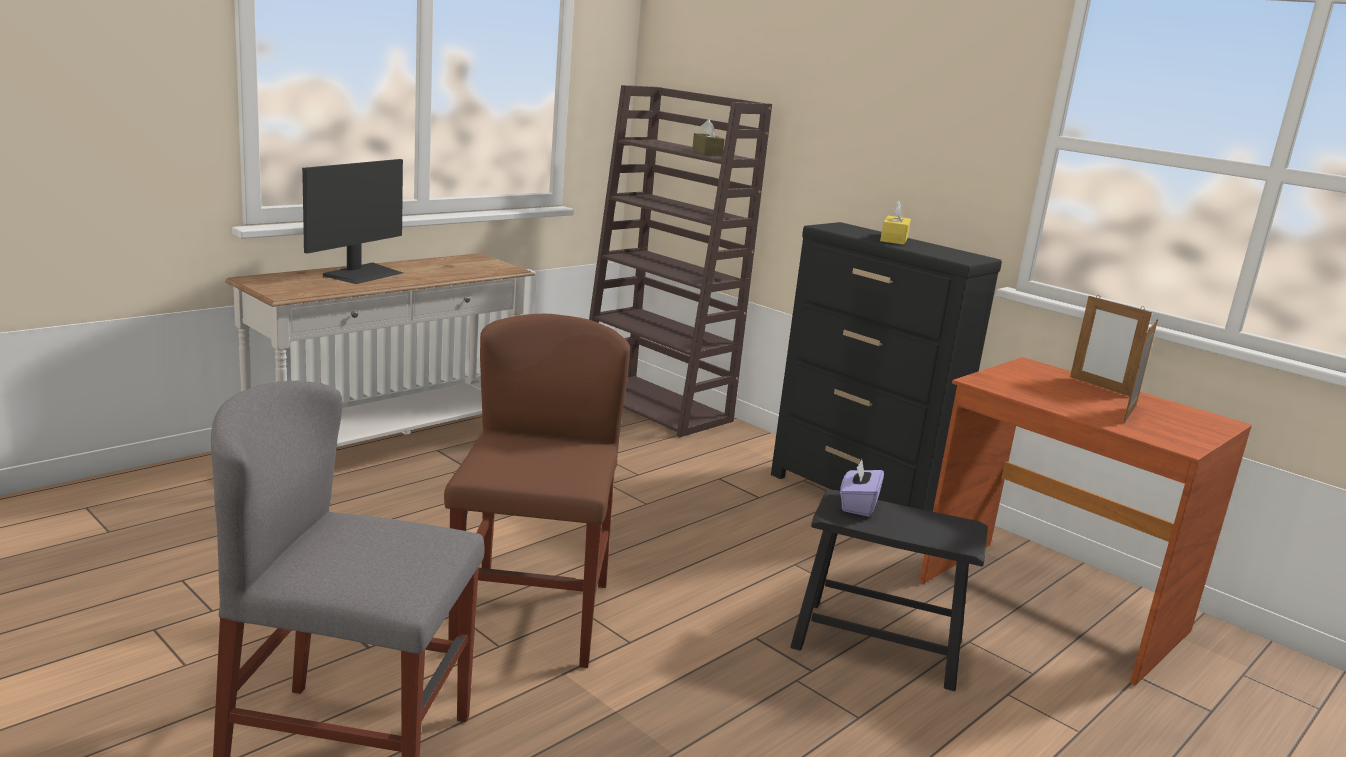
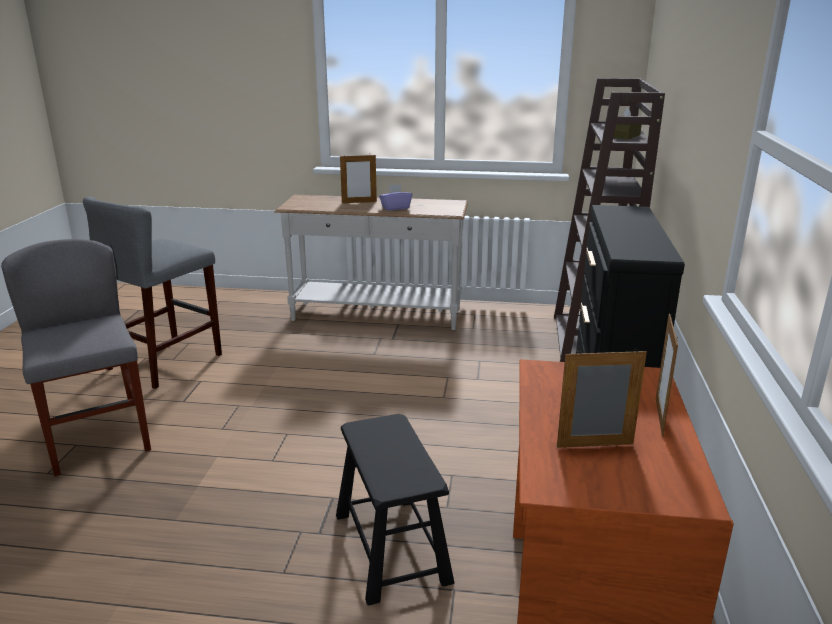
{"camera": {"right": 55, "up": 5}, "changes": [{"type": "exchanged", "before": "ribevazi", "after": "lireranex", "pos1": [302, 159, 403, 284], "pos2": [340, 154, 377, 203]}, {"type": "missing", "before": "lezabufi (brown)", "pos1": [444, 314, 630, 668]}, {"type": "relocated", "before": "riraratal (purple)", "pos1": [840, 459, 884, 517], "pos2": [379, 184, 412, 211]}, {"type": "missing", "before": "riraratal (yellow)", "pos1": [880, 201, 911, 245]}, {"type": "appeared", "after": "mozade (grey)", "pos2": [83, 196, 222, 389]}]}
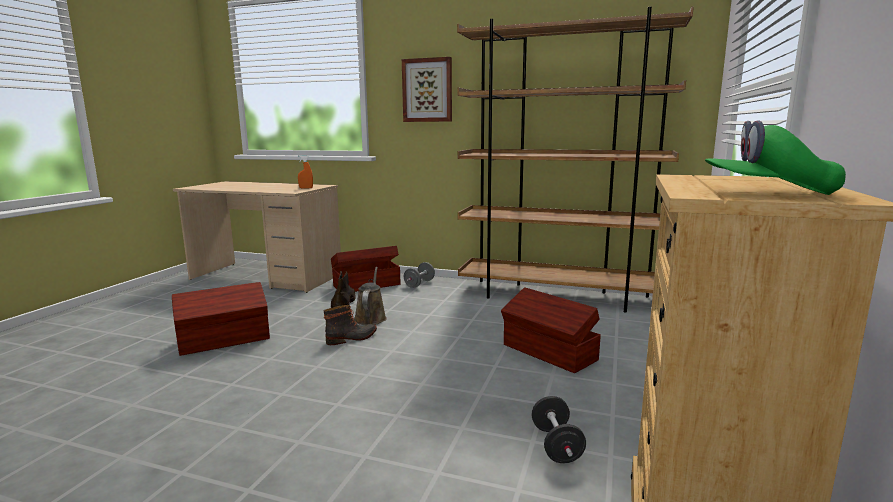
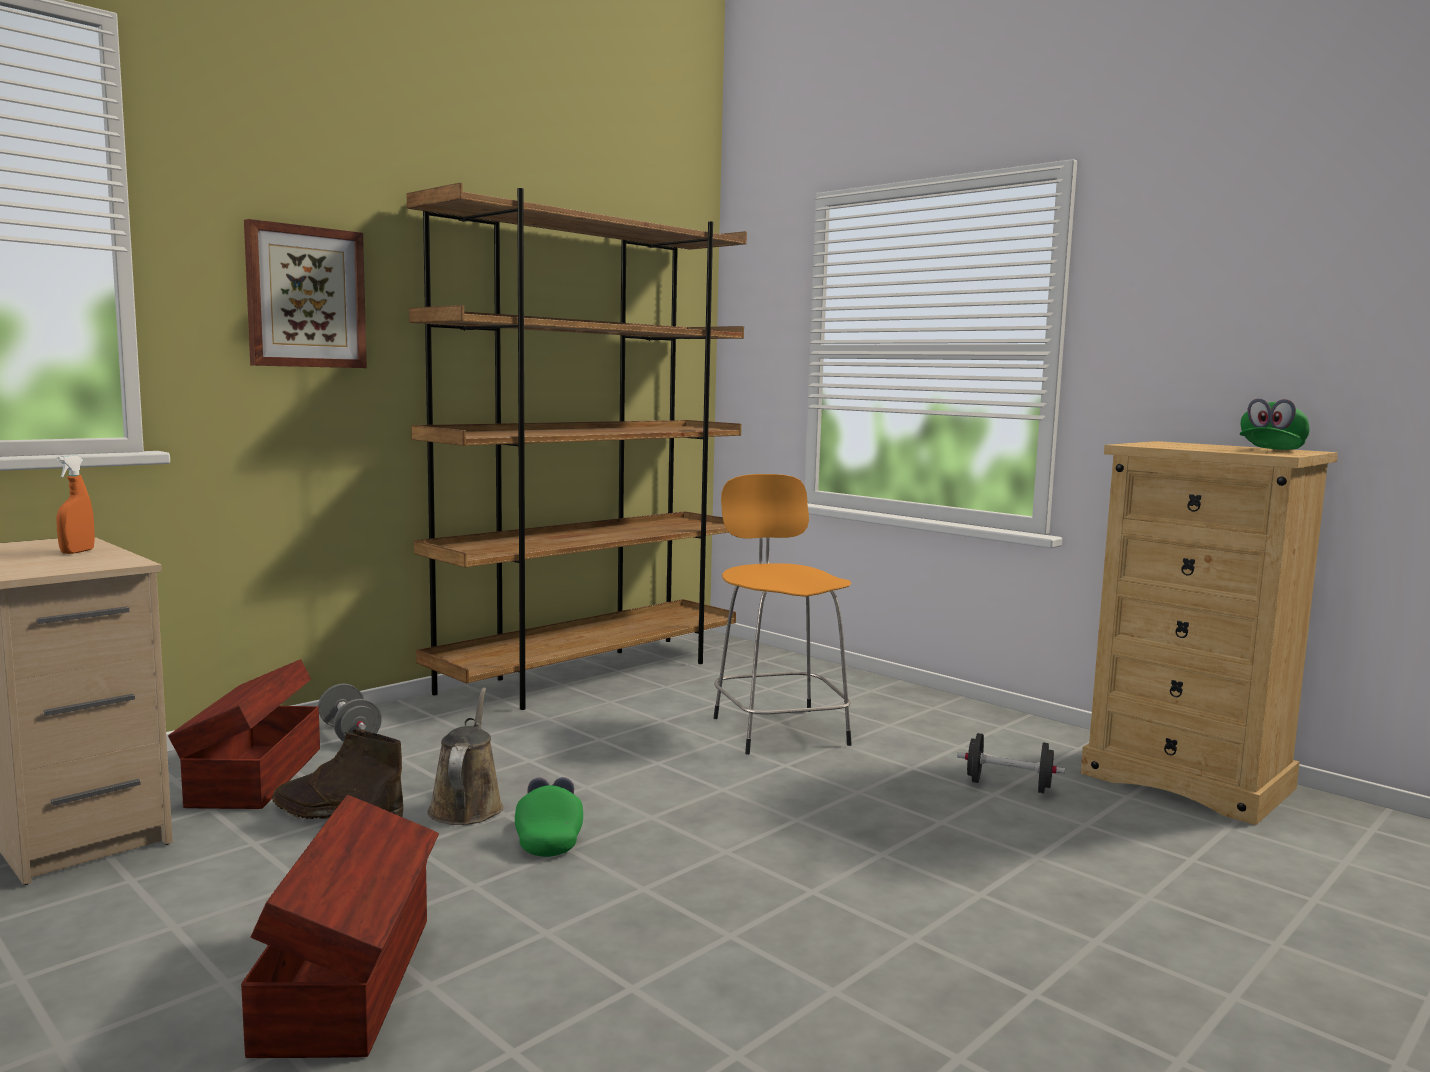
{"camera": {"right": -65, "up": -5}, "changes": [{"type": "exchanged", "before": "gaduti", "after": "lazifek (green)", "pos1": [324, 305, 377, 345], "pos2": [515, 777, 583, 857]}, {"type": "spun", "before": "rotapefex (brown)", "pos1": [354, 267, 387, 325], "pos2": [428, 688, 503, 825], "turn": 60}, {"type": "exchanged", "before": "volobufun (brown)", "after": "mozade (orange)", "pos1": [501, 287, 601, 373], "pos2": [714, 474, 852, 755]}]}
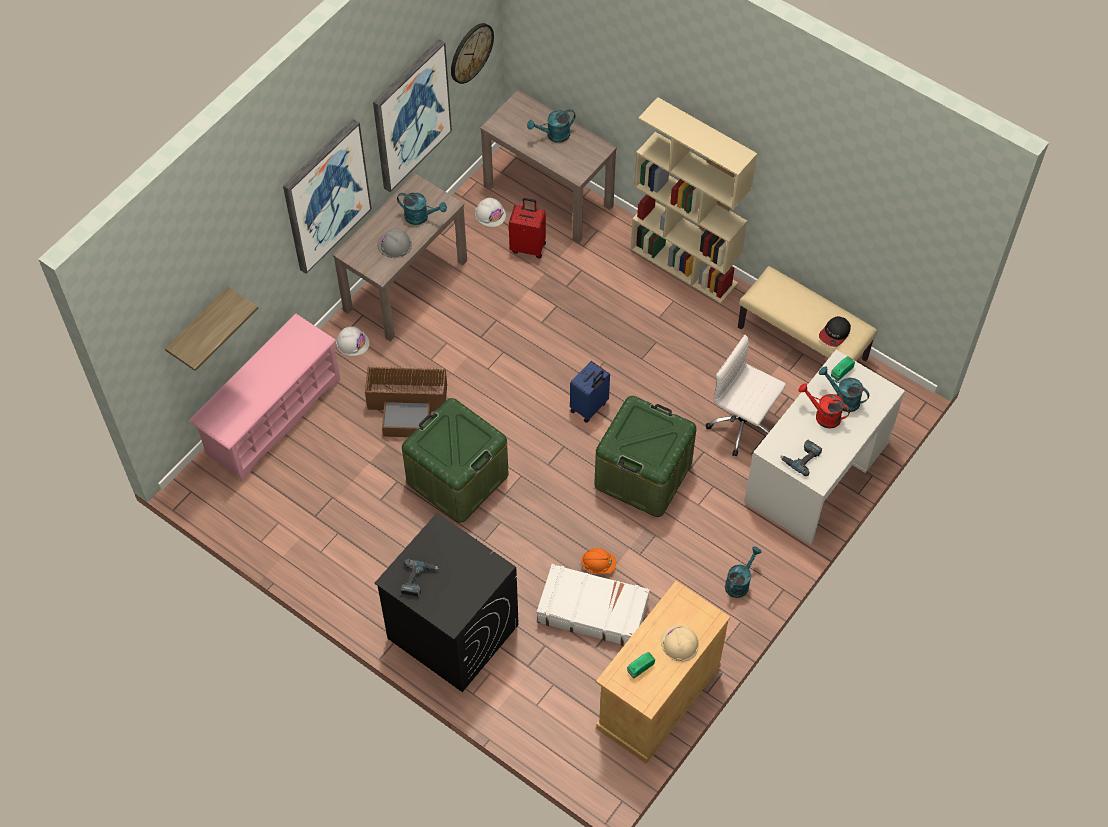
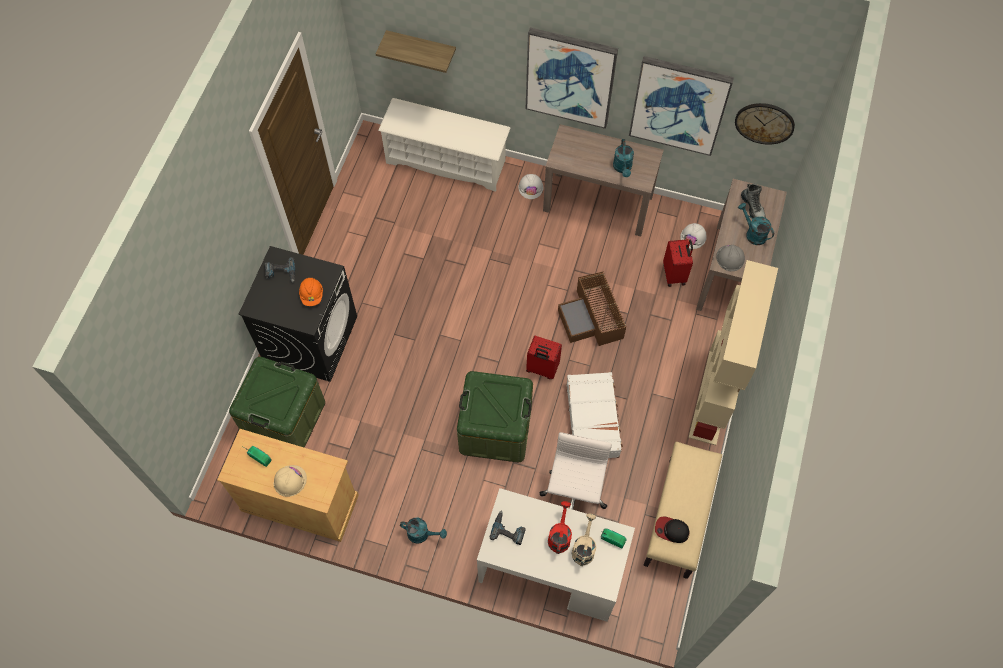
{"camera": {"right": 70, "up": 5}, "changes": [{"type": "colour", "before": "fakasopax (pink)", "after": "fakasopax (white)", "pos1": [189, 314, 341, 482], "pos2": [378, 98, 510, 192]}, {"type": "relocated", "before": "volobufun (brown)", "pos1": [365, 367, 447, 437], "pos2": [558, 271, 626, 346]}, {"type": "relocated", "before": "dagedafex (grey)", "pos1": [377, 229, 412, 258], "pos2": [716, 245, 745, 271]}, {"type": "relocated", "before": "volobufun (green)", "pos1": [402, 398, 508, 522], "pos2": [229, 357, 325, 448]}, {"type": "relocated", "before": "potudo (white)", "pos1": [537, 564, 650, 646], "pos2": [566, 372, 623, 458]}, {"type": "colour", "before": "potudo (blue)", "after": "potudo (red)", "pos1": [570, 361, 610, 423], "pos2": [526, 336, 562, 379]}, {"type": "relocated", "before": "dagedafex (orange)", "pos1": [581, 548, 616, 574], "pos2": [299, 278, 323, 306]}, {"type": "colour", "before": "rotapefex (turquoise)", "after": "rotapefex (beige)", "pos1": [819, 366, 869, 412], "pos2": [572, 514, 596, 566]}, {"type": "appeared", "after": "gaduti", "pos2": [741, 184, 766, 218]}]}
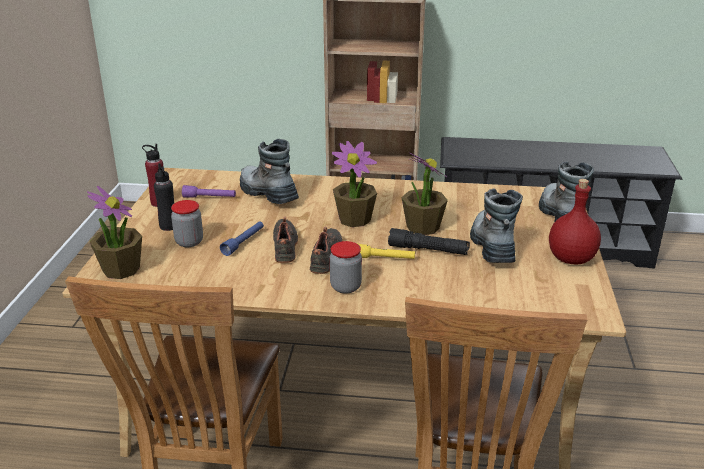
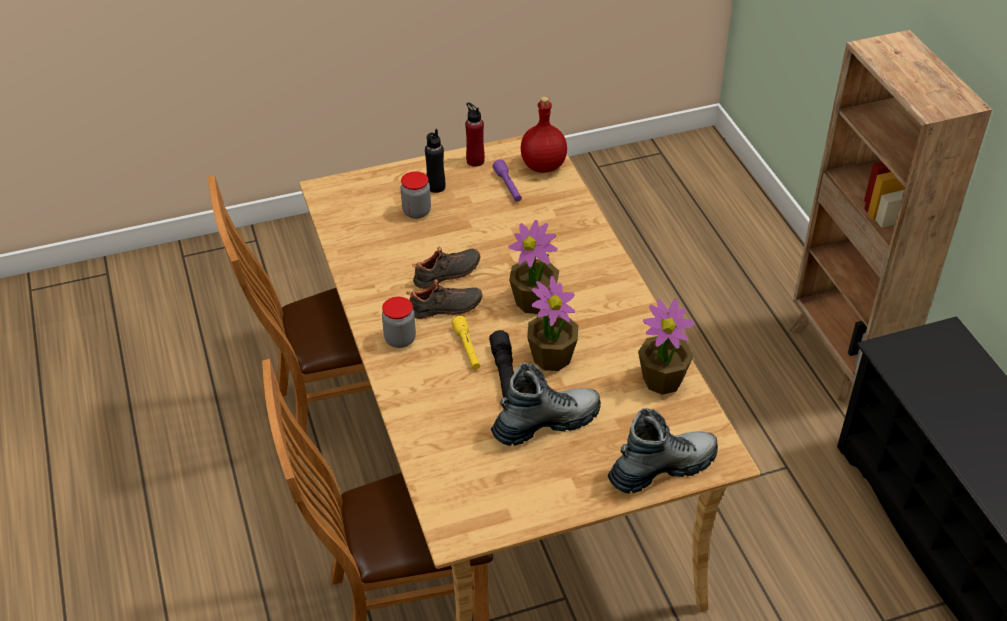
{"camera": {"right": 65, "up": 15}, "changes": [{"type": "relocated", "before": "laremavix", "pos1": [87, 186, 142, 279], "pos2": [638, 298, 695, 395]}, {"type": "missing", "before": "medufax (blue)", "pos1": [220, 221, 264, 256]}, {"type": "missing", "before": "gaduti", "pos1": [240, 139, 299, 204]}, {"type": "relocated", "before": "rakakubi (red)", "pos1": [549, 179, 601, 264], "pos2": [520, 96, 567, 173]}]}
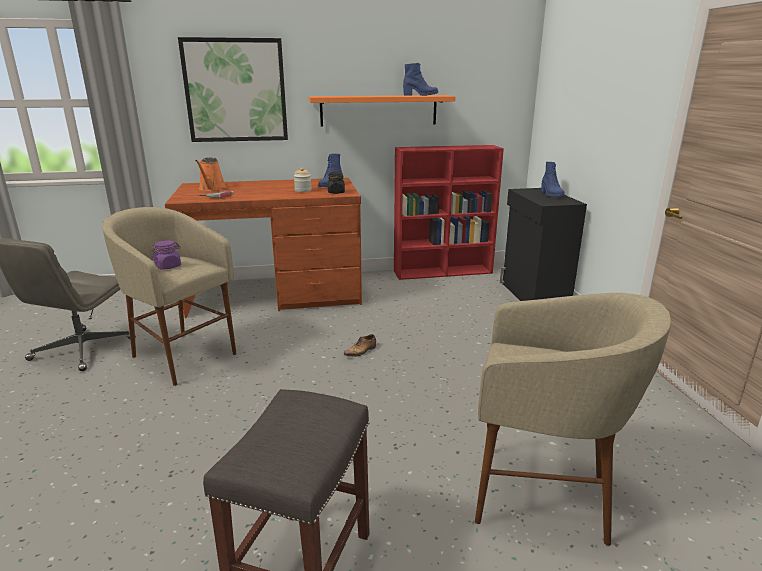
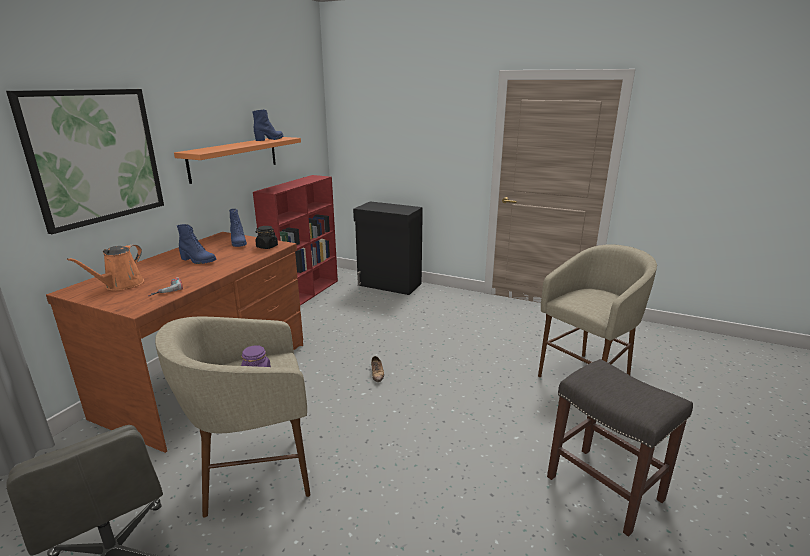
{"camera": {"right": -55, "up": 0}, "changes": [{"type": "spun", "before": "rotapefex (orange)", "pos1": [195, 157, 226, 191], "pos2": [67, 244, 144, 291], "turn": 75}, {"type": "missing", "before": "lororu", "pos1": [294, 168, 312, 192]}, {"type": "relocated", "before": "gaduti (blue)", "pos1": [541, 162, 565, 197], "pos2": [177, 224, 216, 264]}]}
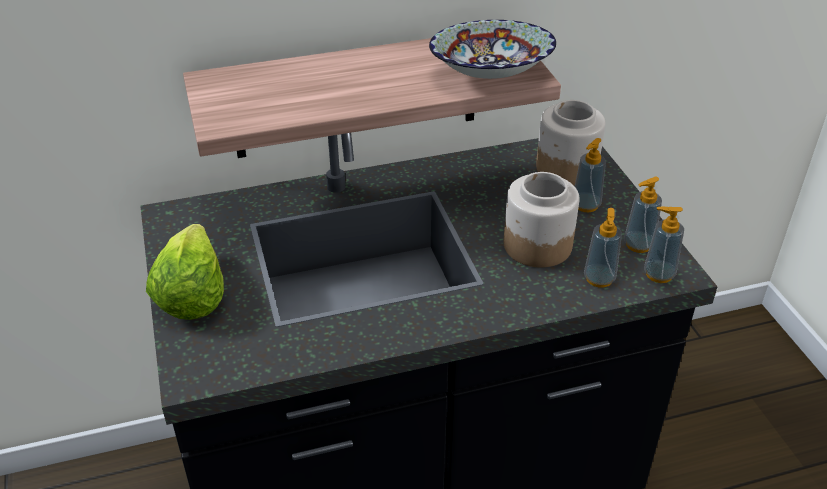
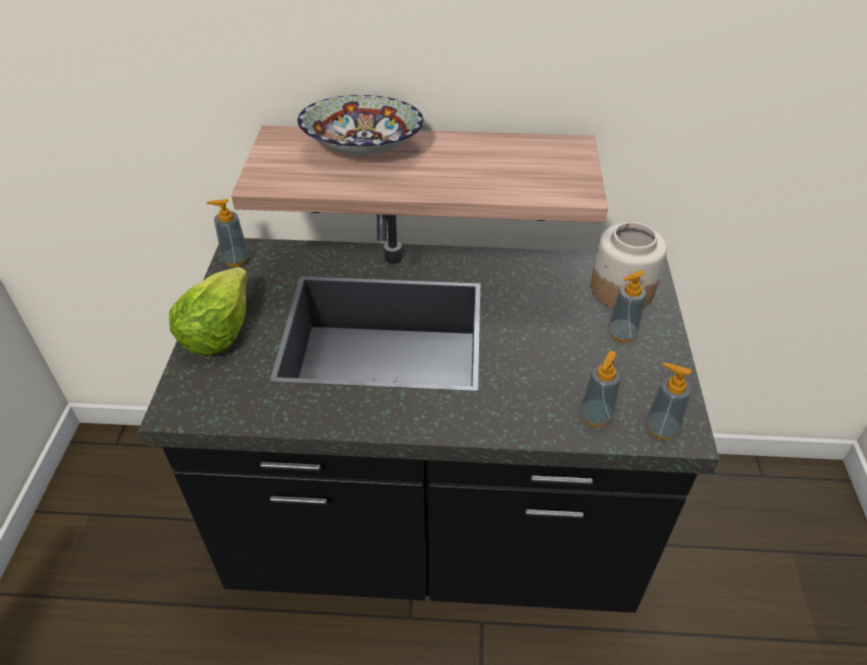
{"camera": {"right": 20, "up": 5}, "changes": [{"type": "relocated", "before": "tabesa", "pos1": [429, 20, 556, 79], "pos2": [298, 95, 424, 155]}, {"type": "missing", "before": "lororu", "pos1": [504, 172, 579, 268]}, {"type": "relocated", "before": "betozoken", "pos1": [624, 177, 662, 253], "pos2": [207, 199, 249, 267]}]}
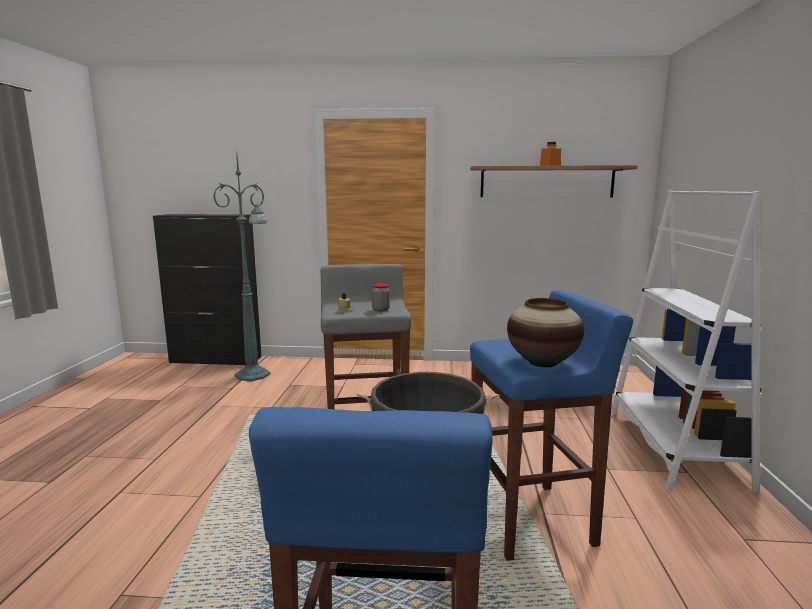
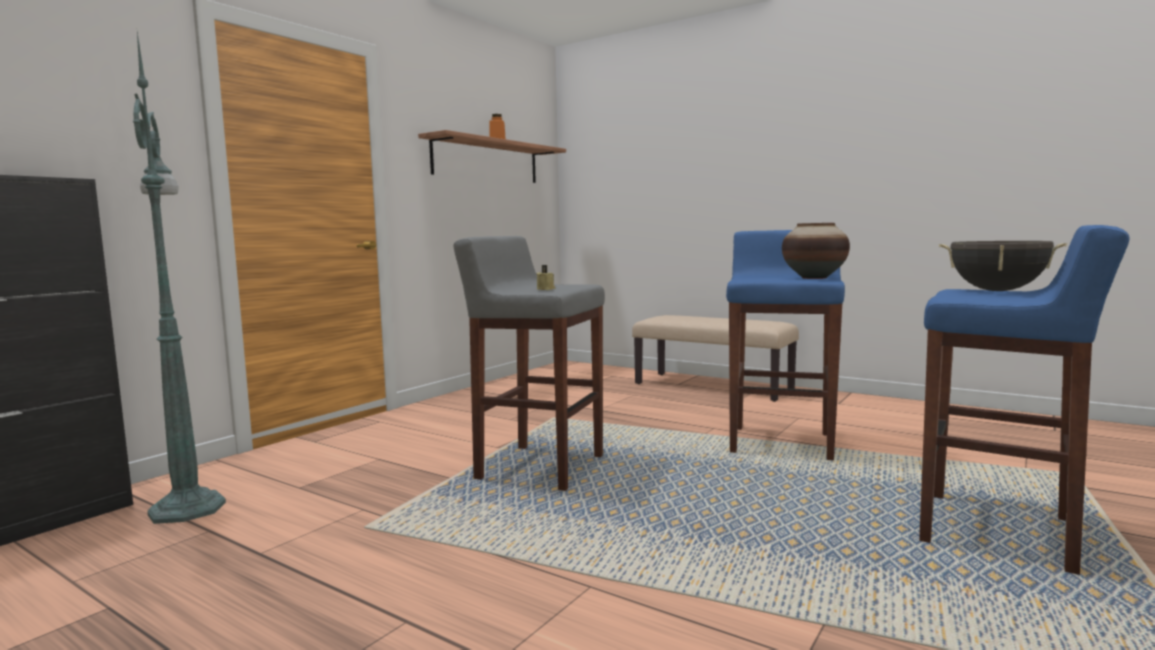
{"camera": {"right": -60, "up": -5}, "changes": [{"type": "missing", "before": "lororu", "pos1": [372, 283, 390, 311]}, {"type": "exchanged", "before": "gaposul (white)", "after": "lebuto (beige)", "pos1": [611, 190, 763, 492], "pos2": [632, 315, 799, 402]}]}
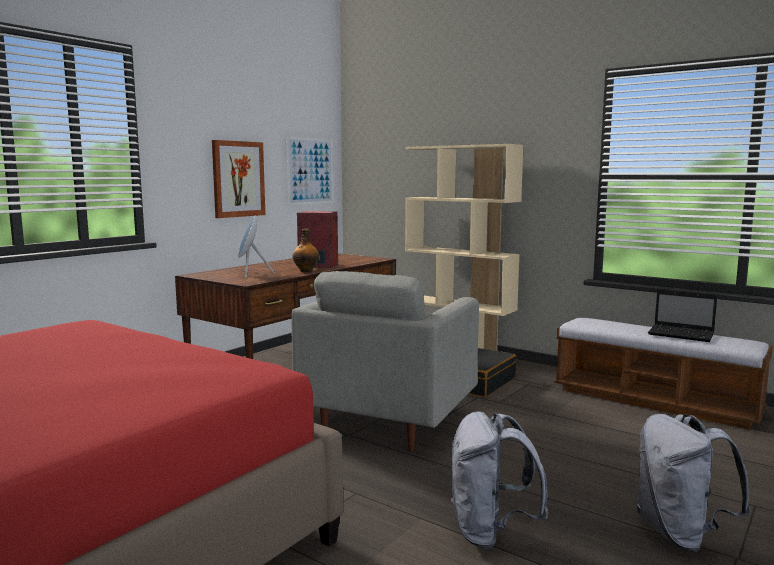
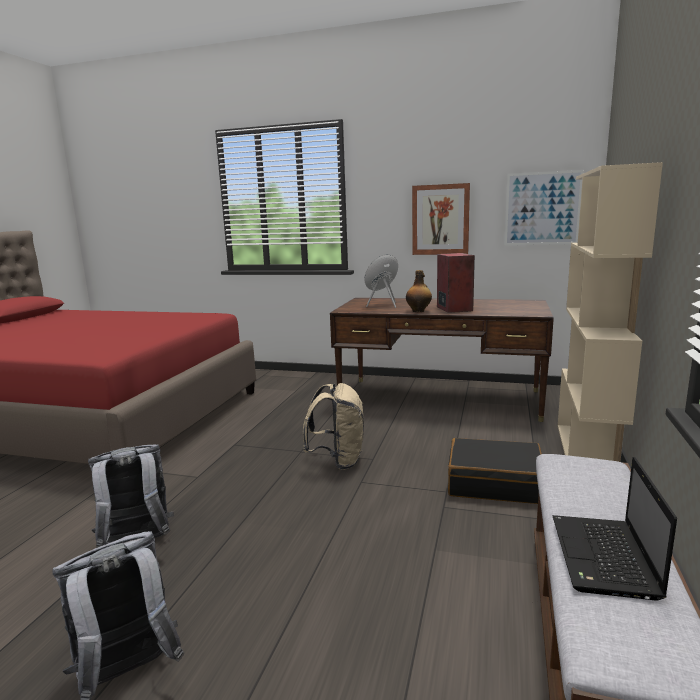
{"camera": {"right": 70, "up": 5}, "changes": [{"type": "exchanged", "before": "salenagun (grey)", "after": "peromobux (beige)", "pos1": [291, 271, 479, 452], "pos2": [303, 383, 364, 470]}]}
